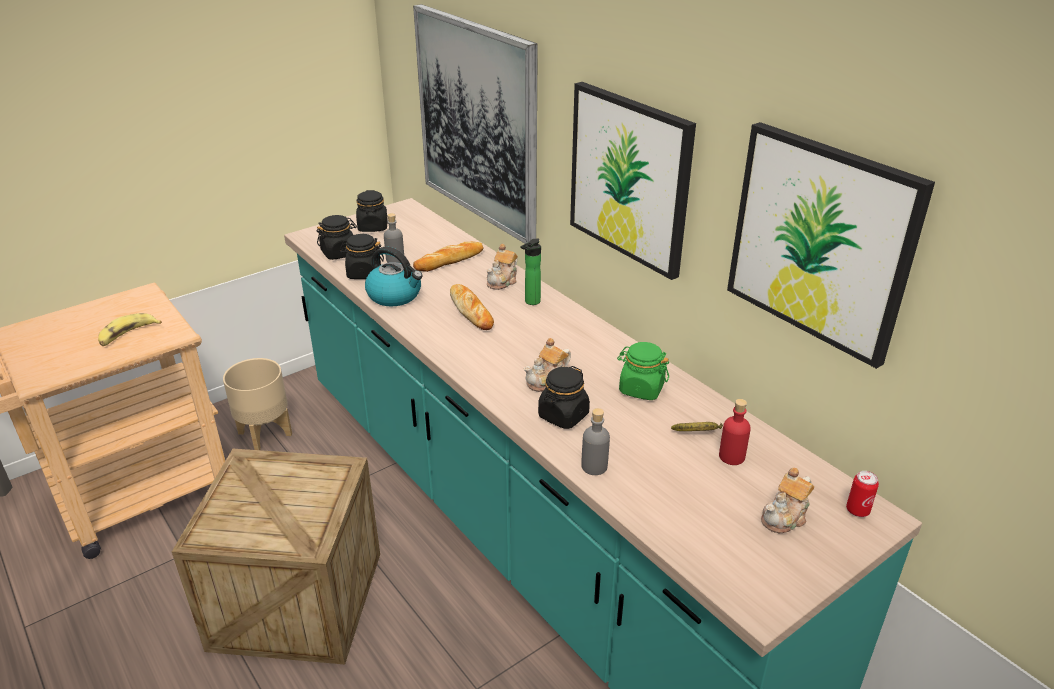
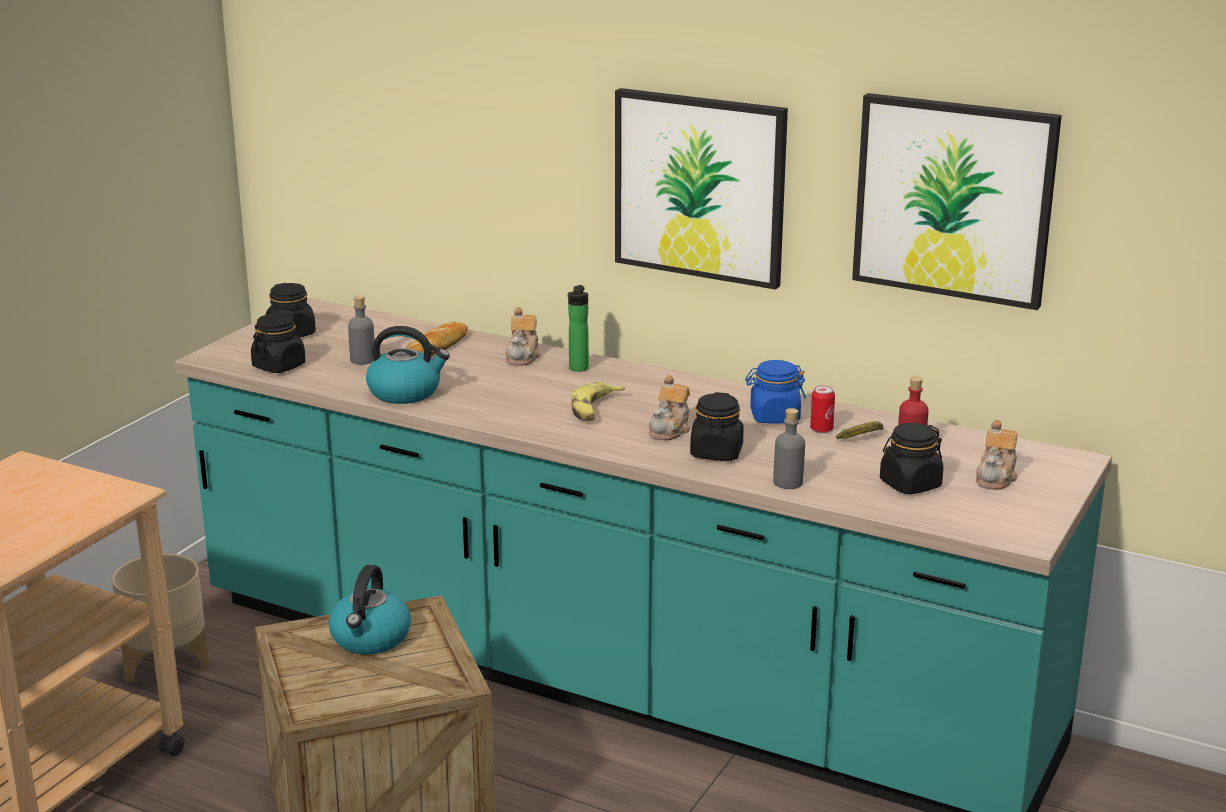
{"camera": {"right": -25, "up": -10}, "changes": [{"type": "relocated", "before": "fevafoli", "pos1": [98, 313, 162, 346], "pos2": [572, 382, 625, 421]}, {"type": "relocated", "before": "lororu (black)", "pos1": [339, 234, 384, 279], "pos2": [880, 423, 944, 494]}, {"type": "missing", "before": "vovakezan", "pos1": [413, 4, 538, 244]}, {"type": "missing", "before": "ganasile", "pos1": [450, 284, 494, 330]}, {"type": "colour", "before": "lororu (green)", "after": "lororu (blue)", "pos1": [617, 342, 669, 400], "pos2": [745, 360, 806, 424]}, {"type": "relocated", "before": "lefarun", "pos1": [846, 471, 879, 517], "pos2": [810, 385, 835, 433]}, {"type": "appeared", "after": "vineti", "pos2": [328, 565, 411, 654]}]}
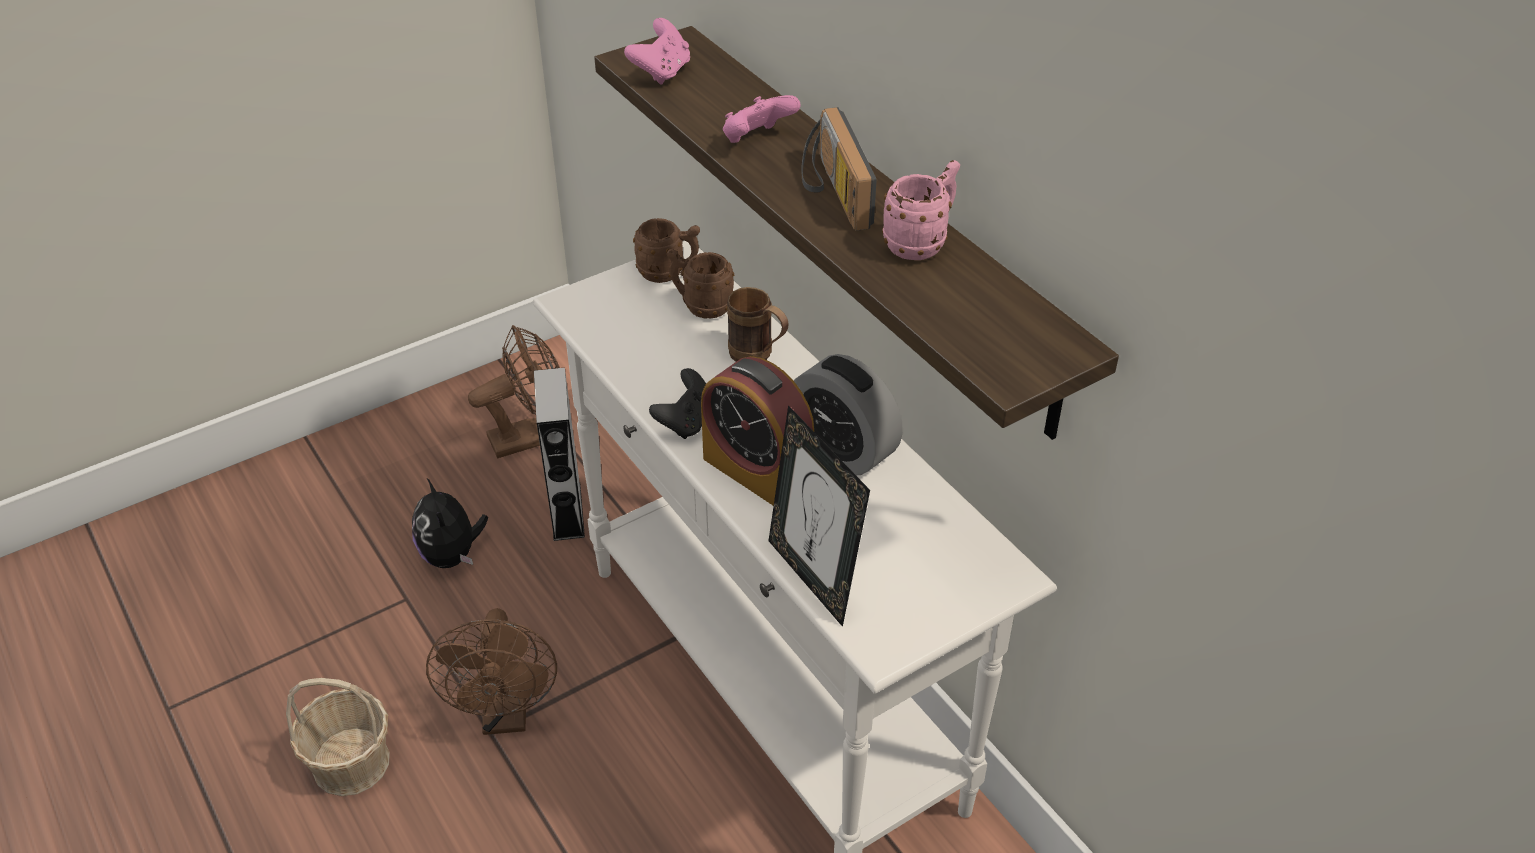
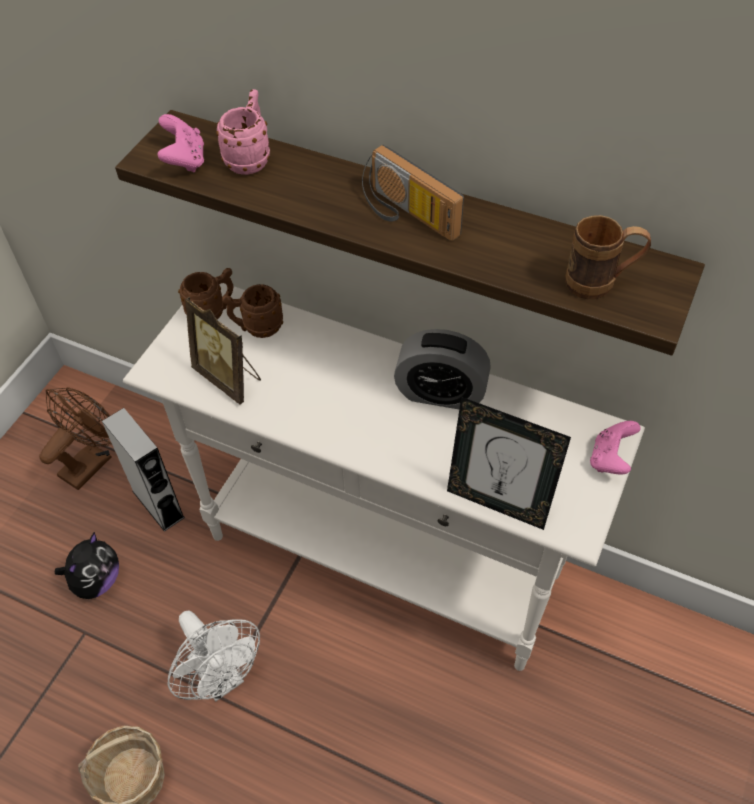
{"camera": {"right": -30, "up": 10}, "changes": [{"type": "spun", "before": "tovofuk", "pos1": [412, 477, 488, 568], "pos2": [55, 532, 119, 599], "turn": -105}, {"type": "colour", "before": "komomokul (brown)", "after": "komomokul (white)", "pos1": [426, 608, 557, 735], "pos2": [168, 611, 260, 701]}, {"type": "missing", "before": "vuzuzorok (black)", "pos1": [649, 368, 706, 439]}, {"type": "missing", "before": "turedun", "pos1": [701, 356, 814, 506]}, {"type": "relocated", "before": "vuzuzorok (pink)", "pos1": [723, 95, 801, 143], "pos2": [590, 421, 641, 474]}, {"type": "relocated", "before": "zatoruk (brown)", "pos1": [727, 287, 789, 362], "pos2": [565, 215, 651, 299]}, {"type": "relocated", "before": "zatoruk (pink)", "pos1": [882, 160, 960, 260], "pos2": [216, 89, 270, 175]}, {"type": "appeared", "after": "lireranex", "pos2": [185, 297, 261, 405]}]}
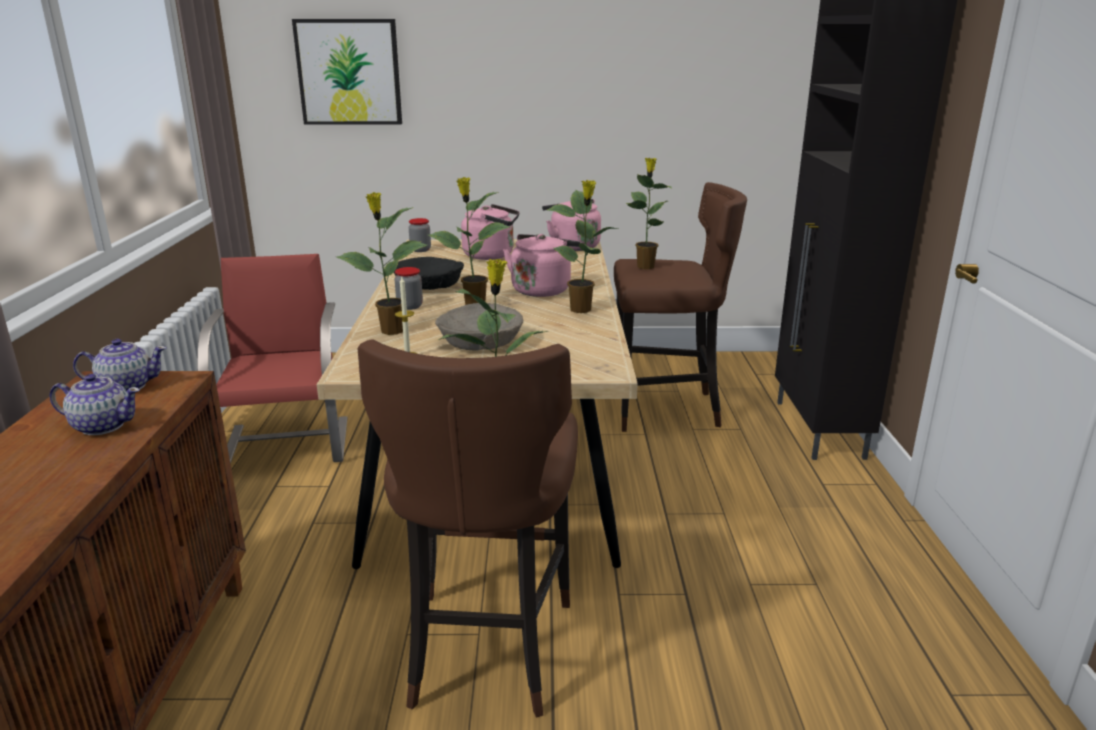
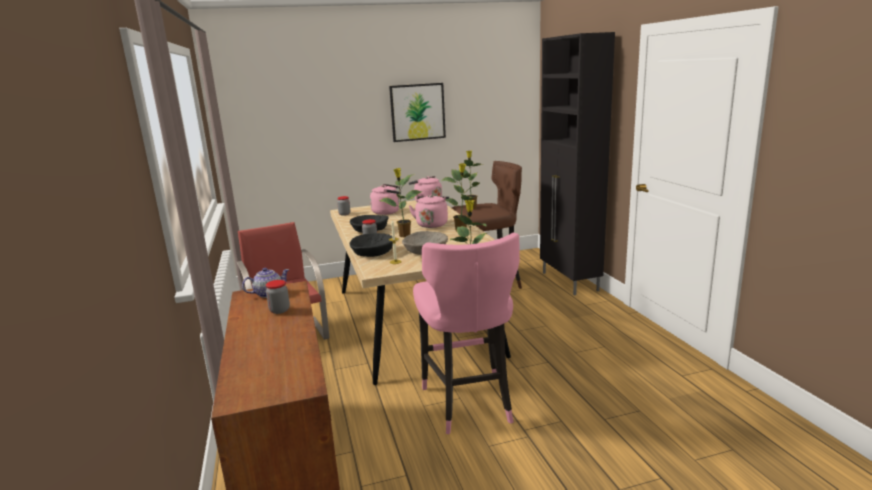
{"camera": {"right": -15, "up": -5}, "changes": [{"type": "exchanged", "before": "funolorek", "after": "lororu", "pos1": [50, 374, 140, 435], "pos2": [266, 280, 290, 314]}, {"type": "relocated", "before": "vovakezan", "pos1": [292, 19, 402, 125], "pos2": [389, 83, 446, 142]}, {"type": "exchanged", "before": "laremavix", "after": "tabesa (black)", "pos1": [336, 192, 427, 335], "pos2": [350, 233, 393, 257]}, {"type": "colour", "before": "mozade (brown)", "after": "mozade (pink)", "pos1": [358, 339, 578, 718], "pos2": [413, 233, 520, 434]}]}
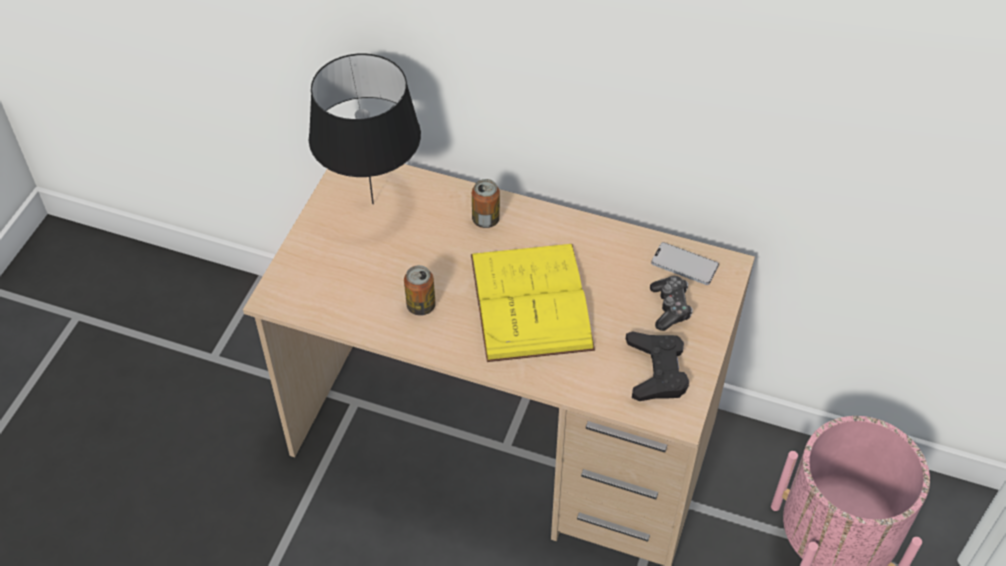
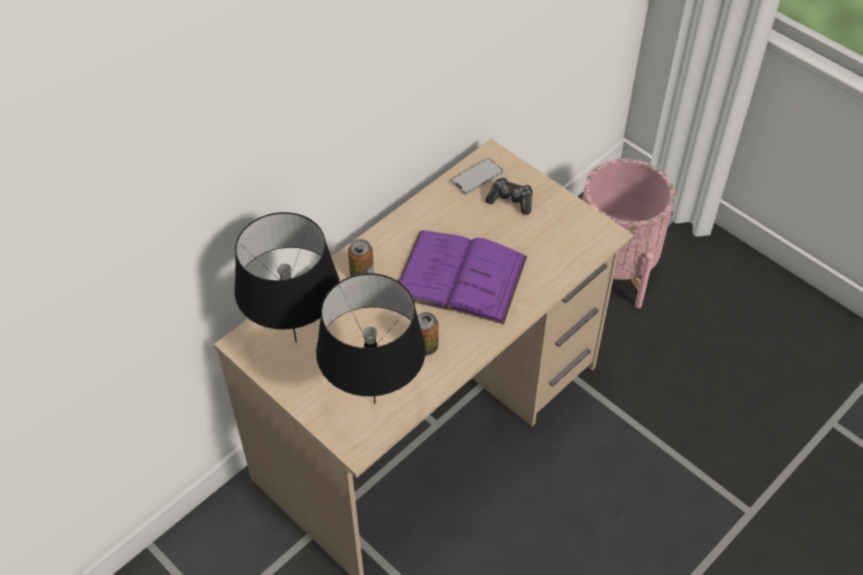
{"camera": {"right": -65, "up": 0}, "changes": [{"type": "colour", "before": "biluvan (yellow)", "after": "biluvan (purple)", "pos1": [471, 244, 595, 362], "pos2": [399, 230, 527, 324]}, {"type": "missing", "before": "vuzuzorok (black)", "pos1": [626, 331, 689, 401]}, {"type": "appeared", "after": "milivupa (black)", "pos2": [316, 273, 426, 404]}]}
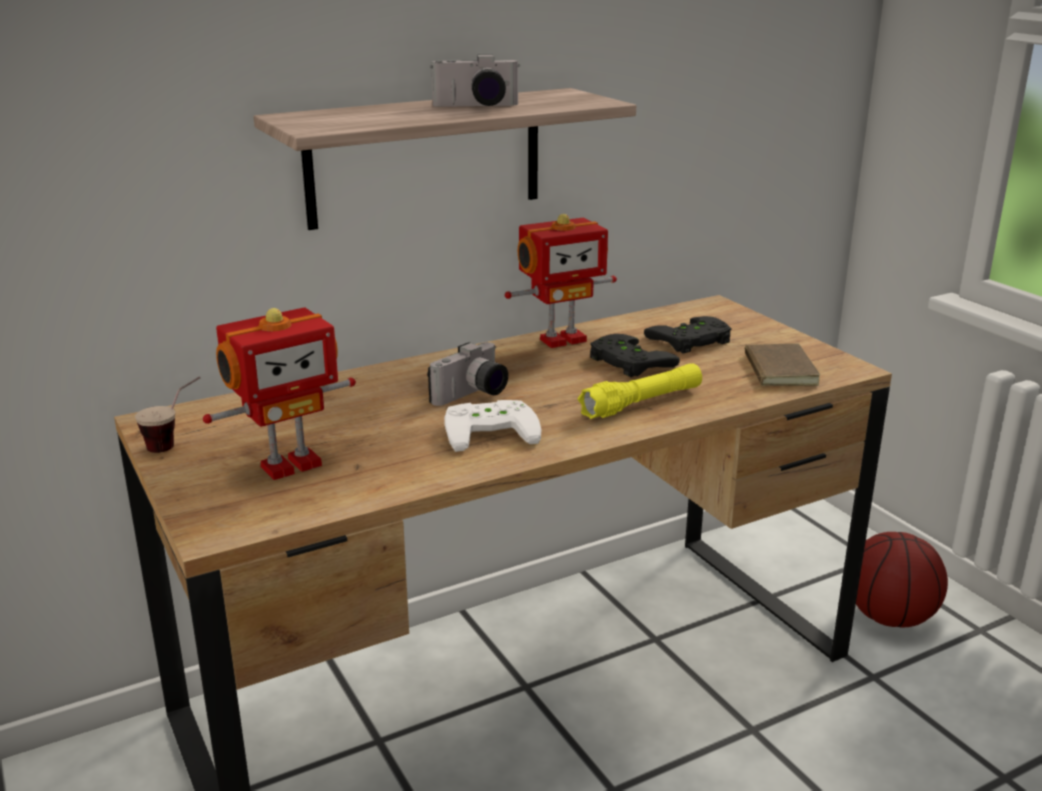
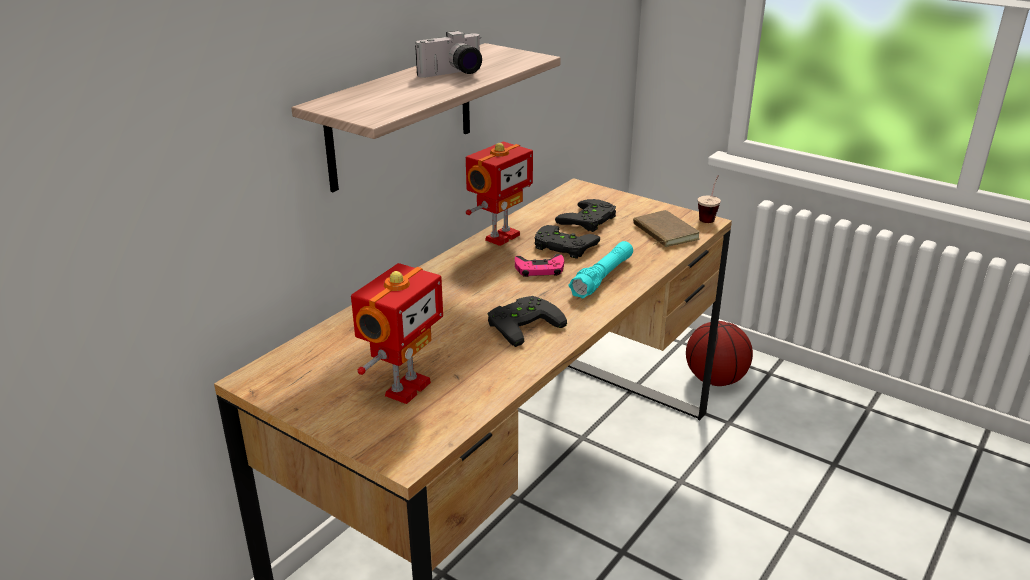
{"camera": {"right": -25, "up": 5}, "changes": [{"type": "relocated", "before": "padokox", "pos1": [135, 376, 200, 453], "pos2": [698, 175, 721, 223]}, {"type": "missing", "before": "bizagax", "pos1": [427, 342, 508, 406]}, {"type": "colour", "before": "vuzuzorok (white)", "after": "vuzuzorok (black)", "pos1": [444, 400, 541, 452], "pos2": [488, 296, 567, 347]}, {"type": "colour", "before": "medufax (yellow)", "after": "medufax (turquoise)", "pos1": [578, 364, 702, 419], "pos2": [569, 241, 633, 299]}, {"type": "appeared", "after": "vuzuzorok (pink)", "pos2": [515, 254, 564, 277]}]}
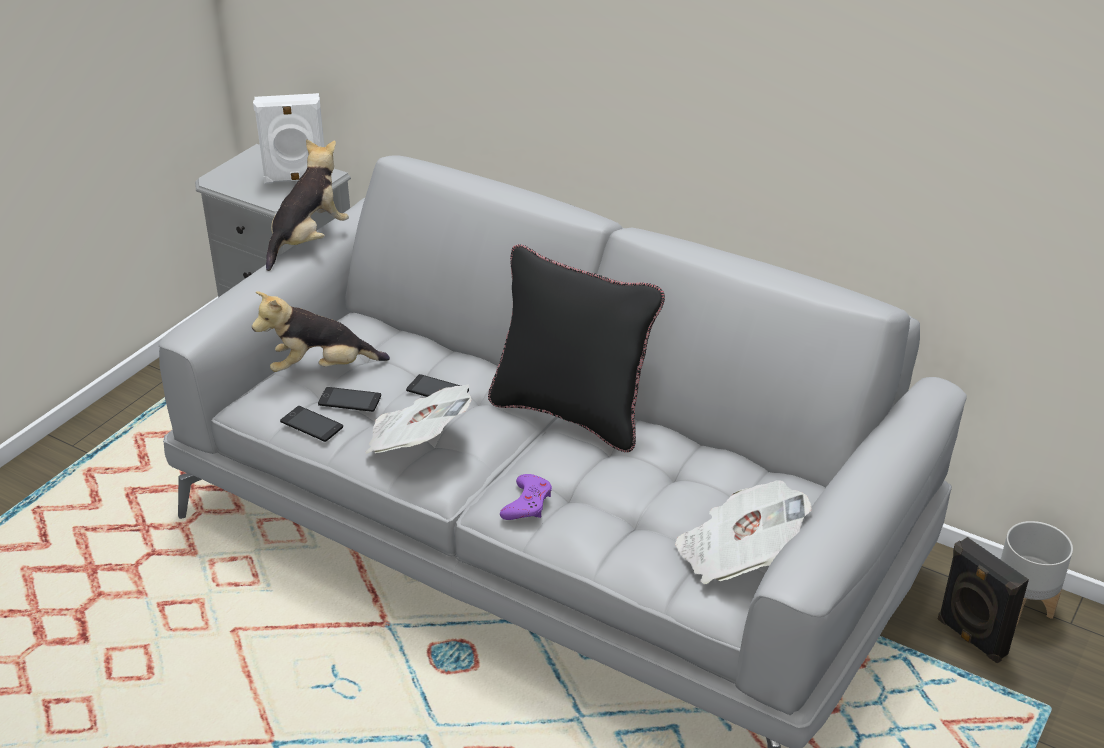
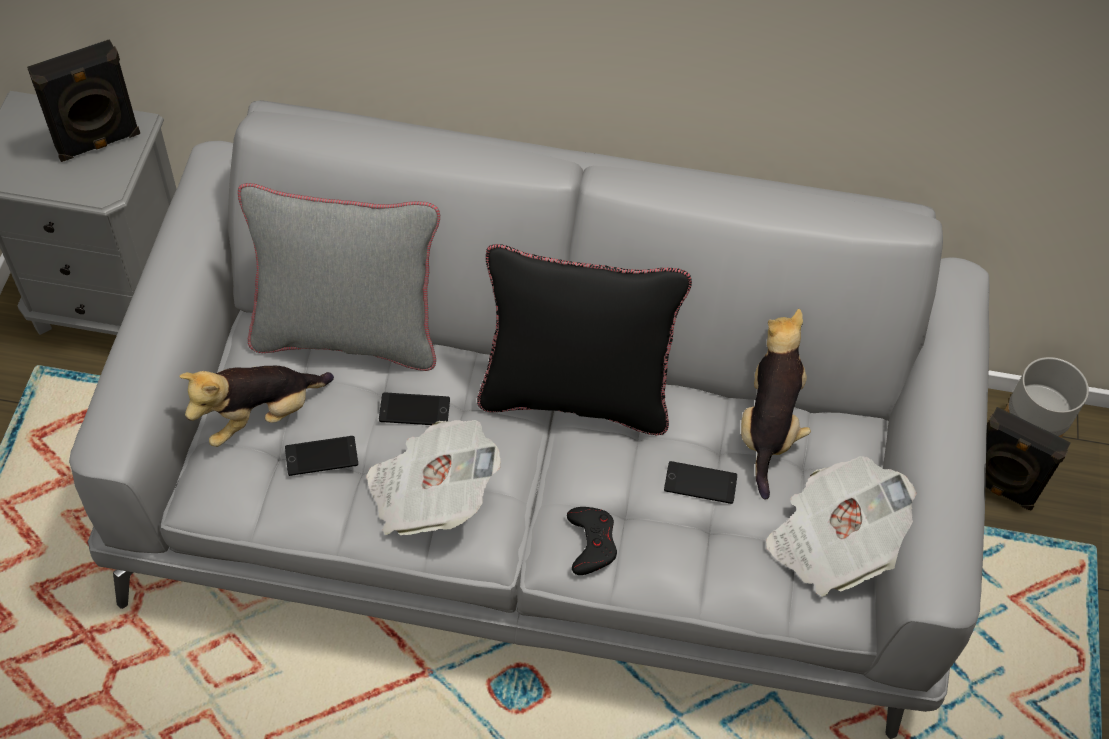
{"camera": {"right": -25, "up": 20}, "changes": [{"type": "colour", "before": "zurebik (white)", "after": "zurebik (black)", "pos1": [253, 93, 325, 184], "pos2": [27, 39, 140, 162]}, {"type": "relocated", "before": "tovofuk", "pos1": [266, 139, 349, 271], "pos2": [741, 309, 811, 499]}, {"type": "relocated", "before": "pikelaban", "pos1": [280, 406, 343, 442], "pos2": [664, 461, 737, 504]}, {"type": "colour", "before": "vuzuzorok (purple)", "after": "vuzuzorok (black)", "pos1": [500, 474, 552, 520], "pos2": [567, 507, 617, 575]}, {"type": "appeared", "after": "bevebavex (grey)", "pos2": [238, 183, 440, 371]}]}
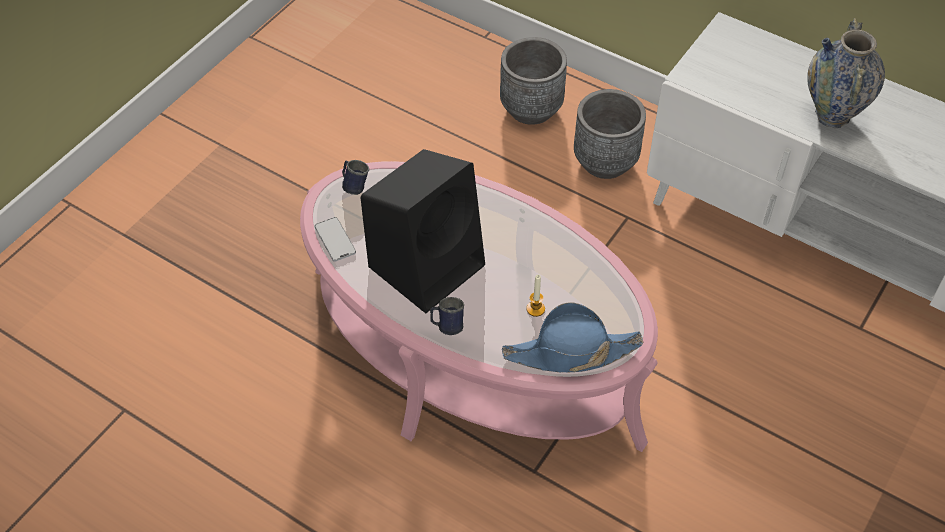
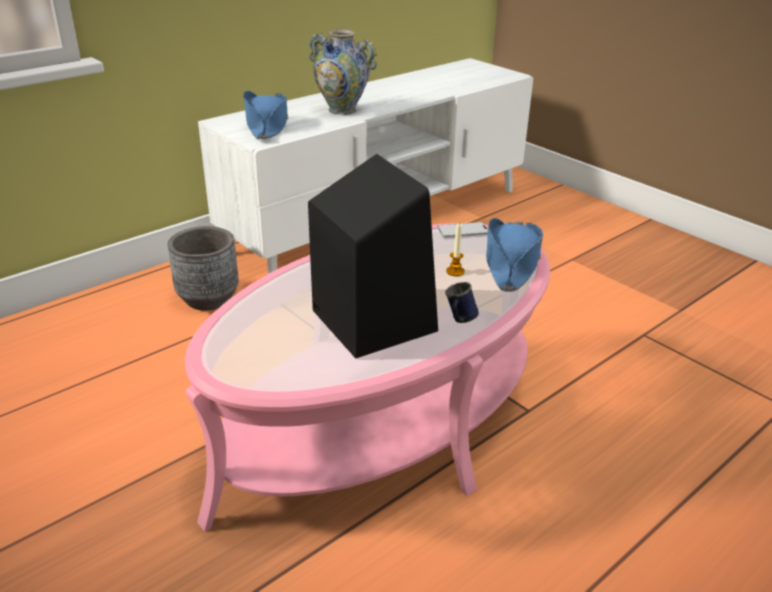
{"camera": {"right": -75, "up": -20}, "changes": [{"type": "relocated", "before": "pikelaban", "pos1": [315, 217, 356, 262], "pos2": [437, 222, 488, 238]}, {"type": "missing", "before": "zatoruk (blue)", "pos1": [342, 160, 369, 195]}, {"type": "missing", "before": "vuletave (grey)", "pos1": [500, 37, 567, 125]}, {"type": "appeared", "after": "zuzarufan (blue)", "pos2": [243, 91, 288, 139]}]}
